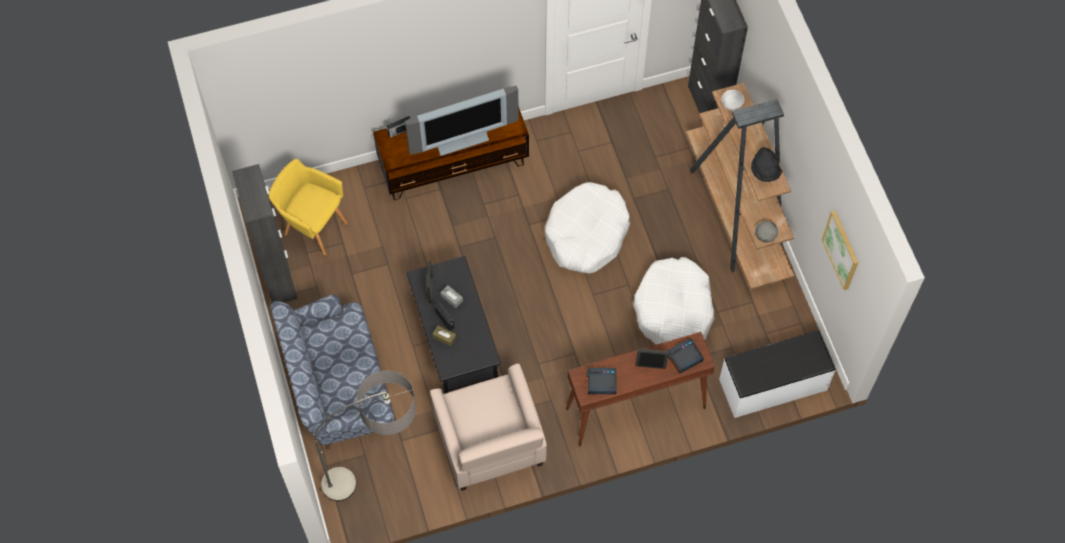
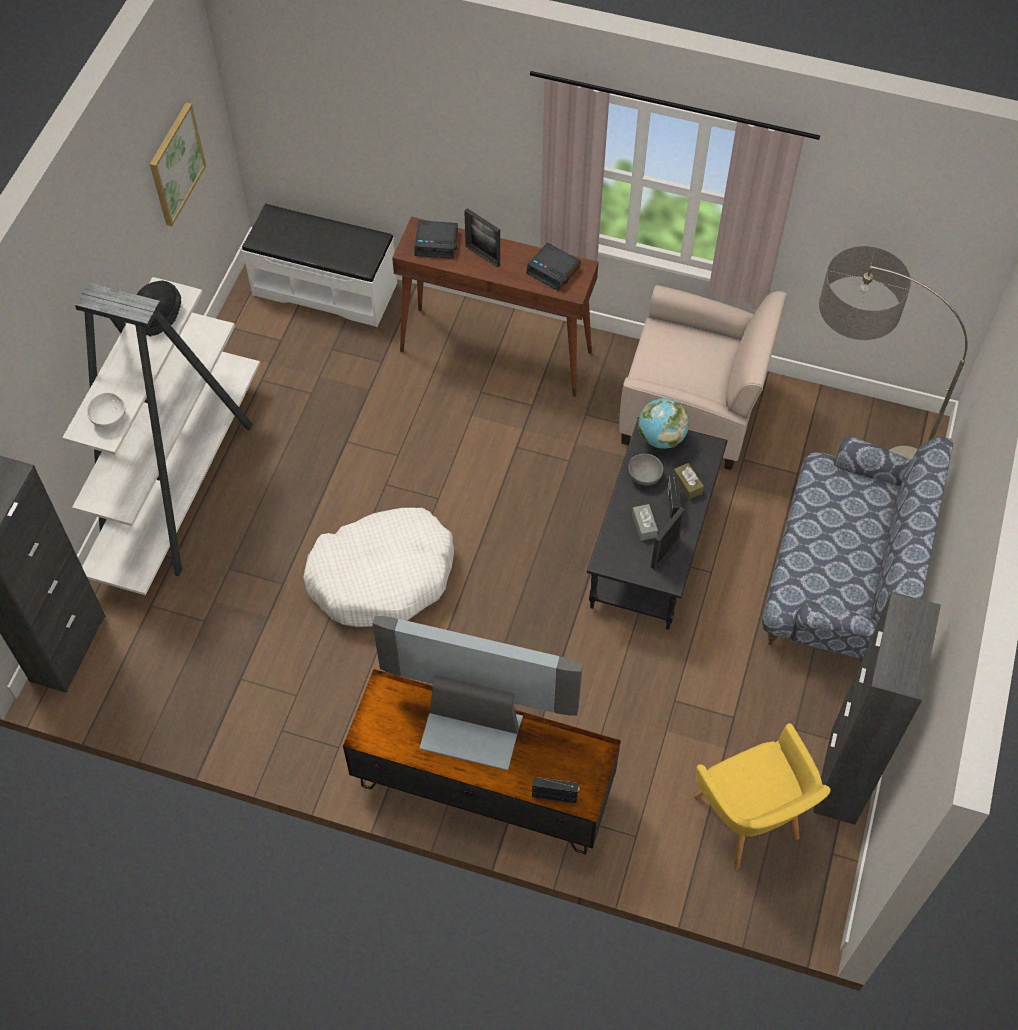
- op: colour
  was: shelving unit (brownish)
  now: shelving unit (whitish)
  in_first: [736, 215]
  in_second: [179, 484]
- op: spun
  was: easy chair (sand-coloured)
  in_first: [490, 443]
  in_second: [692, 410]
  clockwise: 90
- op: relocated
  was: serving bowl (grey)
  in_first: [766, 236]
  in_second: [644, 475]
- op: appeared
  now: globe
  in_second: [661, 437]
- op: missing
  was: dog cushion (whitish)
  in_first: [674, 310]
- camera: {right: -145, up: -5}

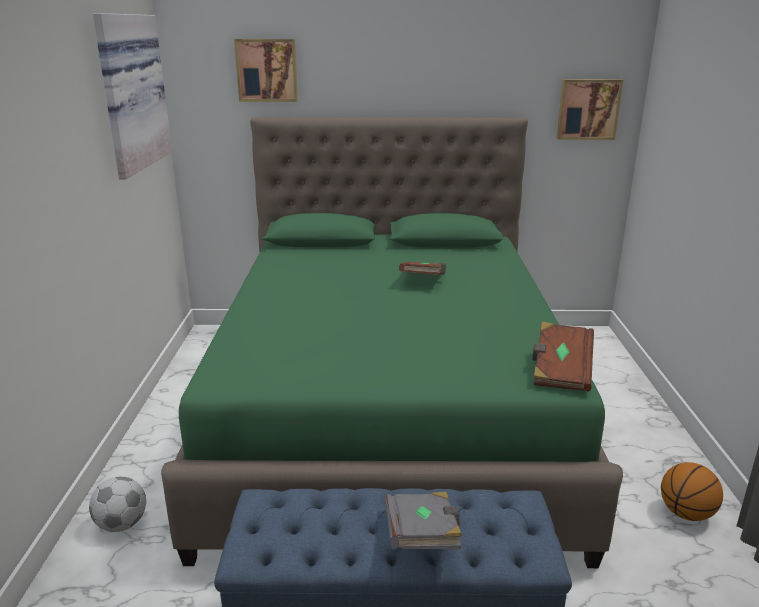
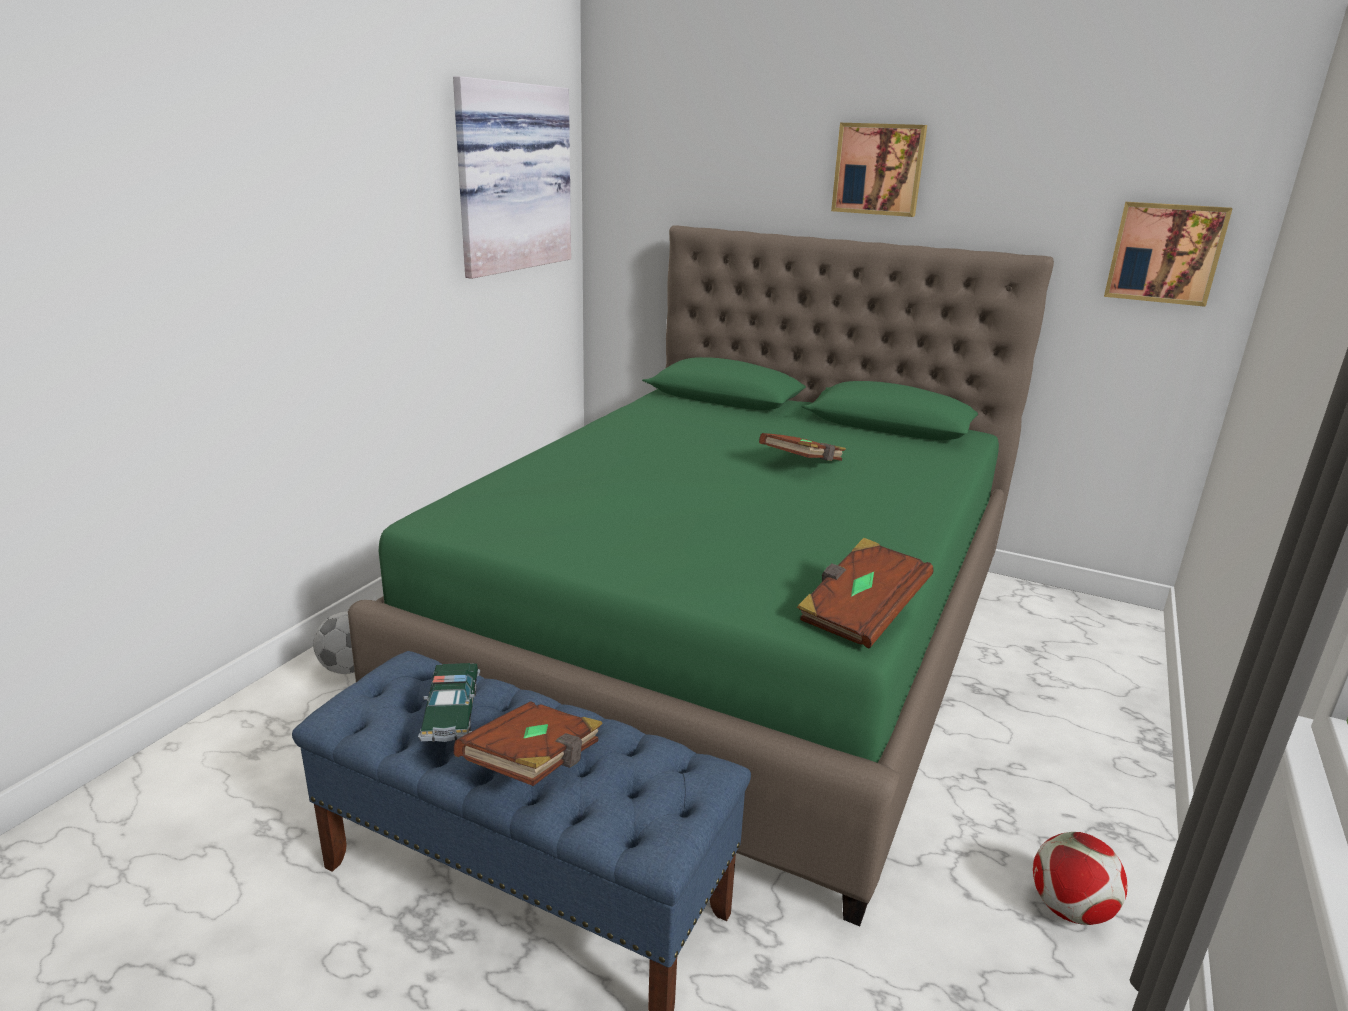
- op: appeared
  now: toy car
  in_second: [452, 712]
- op: colour
  was: volume (grey)
  now: volume (brownish)
  in_first: [422, 536]
  in_second: [535, 764]
- op: relocated
  was: wall picture
  in_first: [267, 70]
  in_second: [879, 169]
- op: exchanged
  was: basketball ball
  now: football ball
  in_first: [686, 513]
  in_second: [1070, 909]
- camera: {right: 25, up: 0}

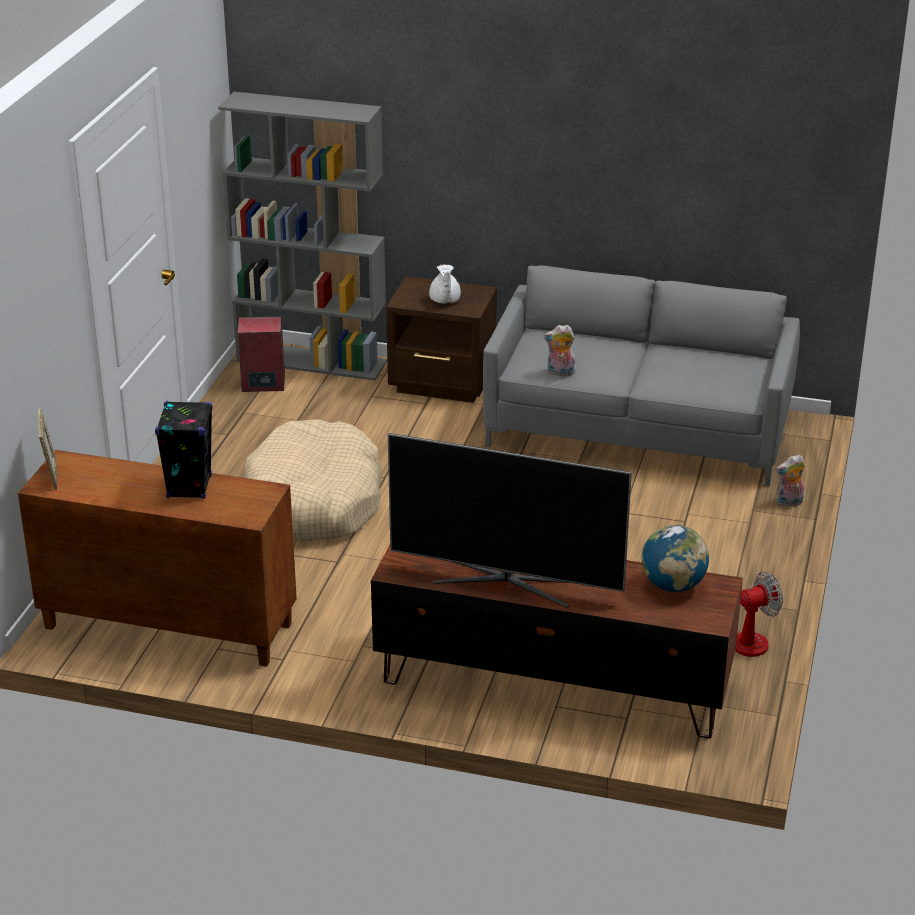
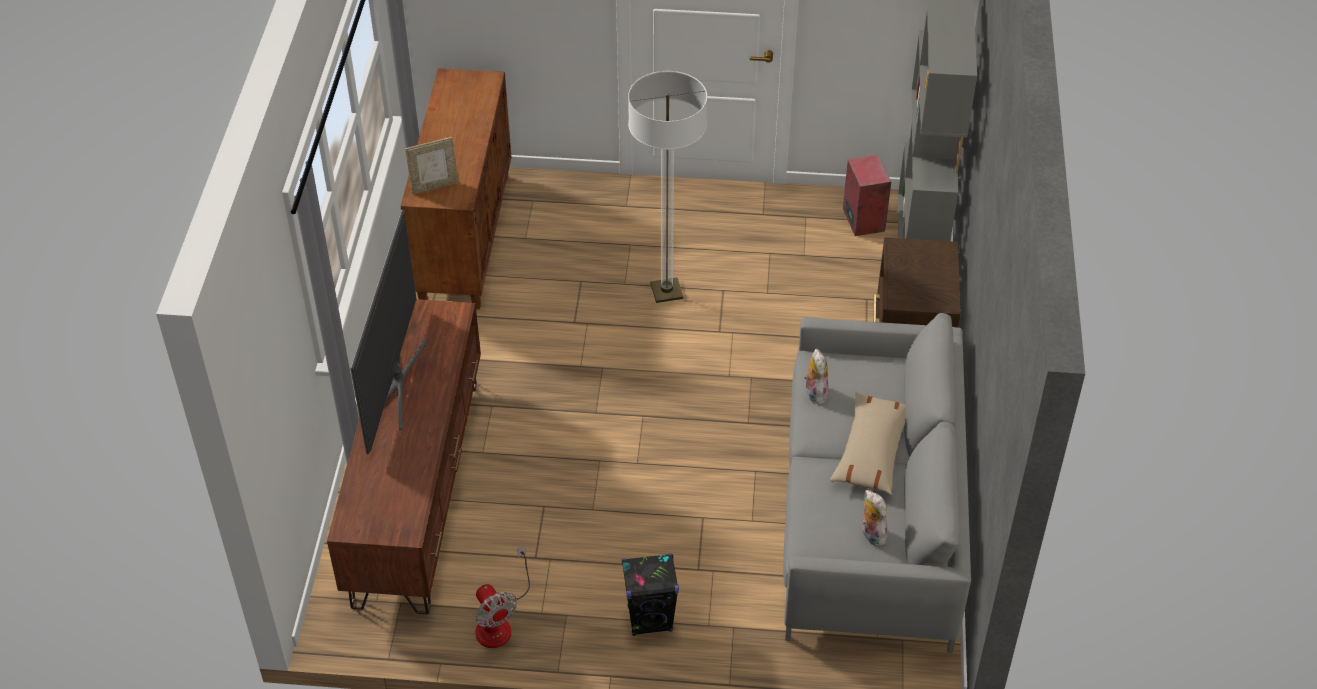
- op: relocated
  was: standing frame
  in_first: [51, 476]
  in_second: [434, 186]
- op: relocated
  was: loudspeaker (black)
  in_first: [189, 487]
  in_second: [650, 619]
- op: exchanged
  was: dog cushion (sand-coloured)
  now: standing lamp
  in_first: [315, 501]
  in_second: [666, 291]
- op: appeared
  now: throw pillow (sand-coloured)
  in_second: [871, 451]
- op: relocated
  was: cuddly toy
  in_first: [789, 503]
  in_second: [871, 534]
- op: missing
  was: tea pot (whitish)
  in_first: [444, 300]
- op: missing
  was: globe
  in_first: [673, 585]
- camera: {right: 80, up: 15}

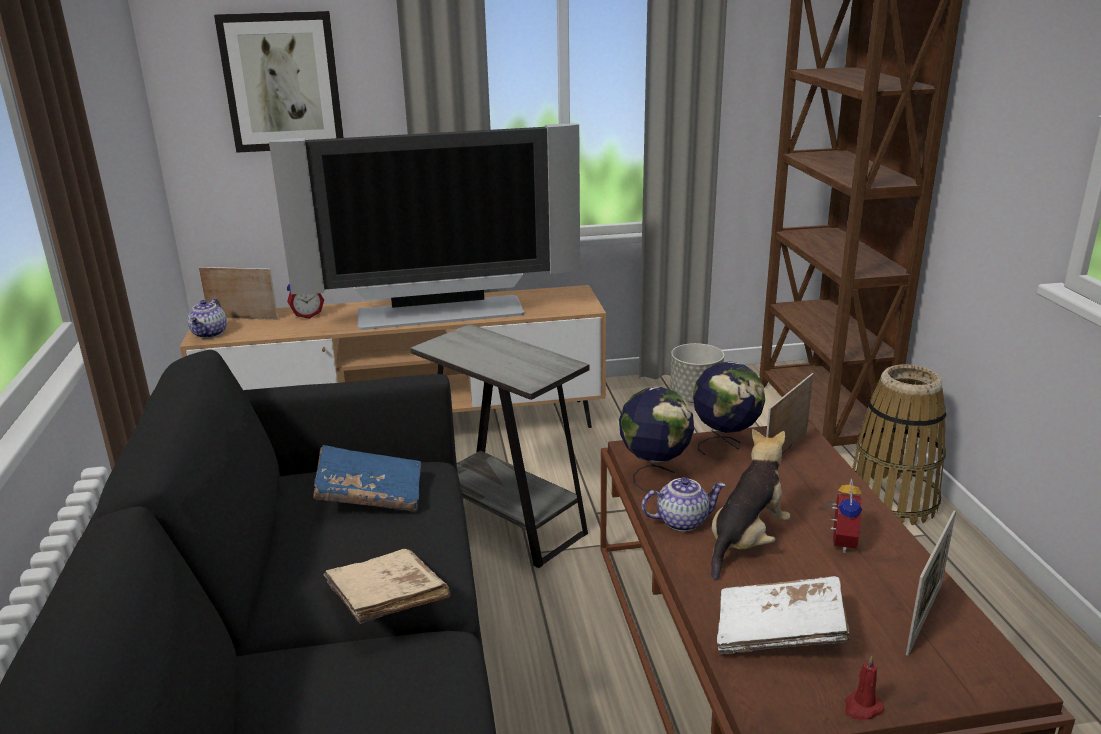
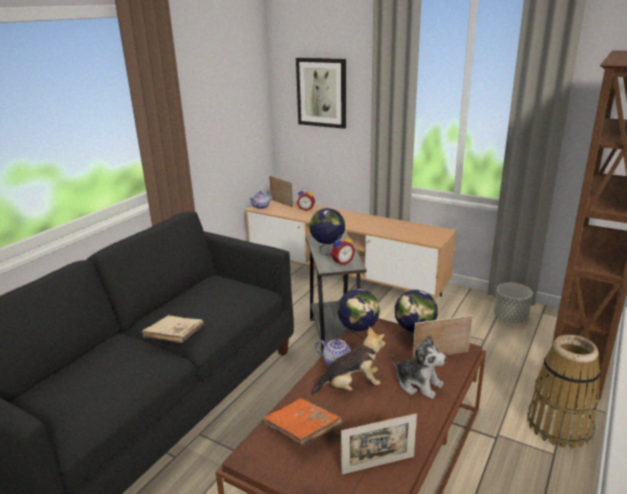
- op: colour
  was: volume (whitish)
  now: volume (orange-coloured)
  in_first: [779, 633]
  in_second: [302, 431]
- op: appeared
  now: globe
  in_second: [327, 251]
- op: relocated
  was: table clock
  in_first: [839, 542]
  in_second: [341, 262]
- op: appeared
  now: cuddly toy
  in_second: [418, 384]
- op: missing
  was: television
  in_first: [441, 314]
- op: missing
  was: volume (blue-coloured)
  in_first: [370, 495]
- op: missing
  was: wax light (reddish)
  in_first: [862, 708]
- camera: {right: 40, up: 0}

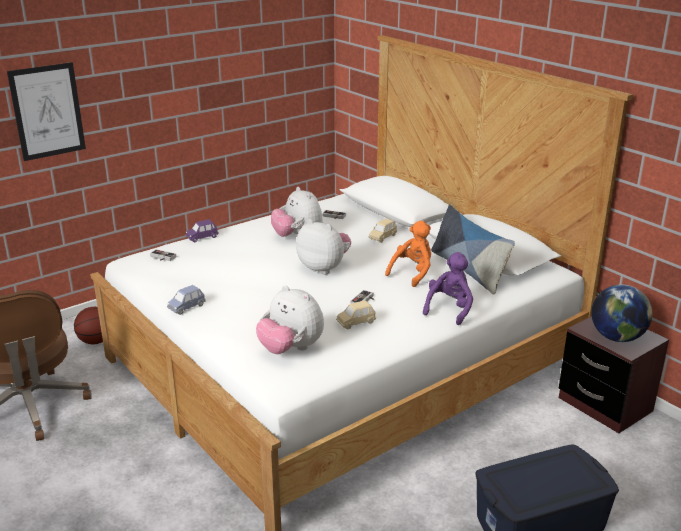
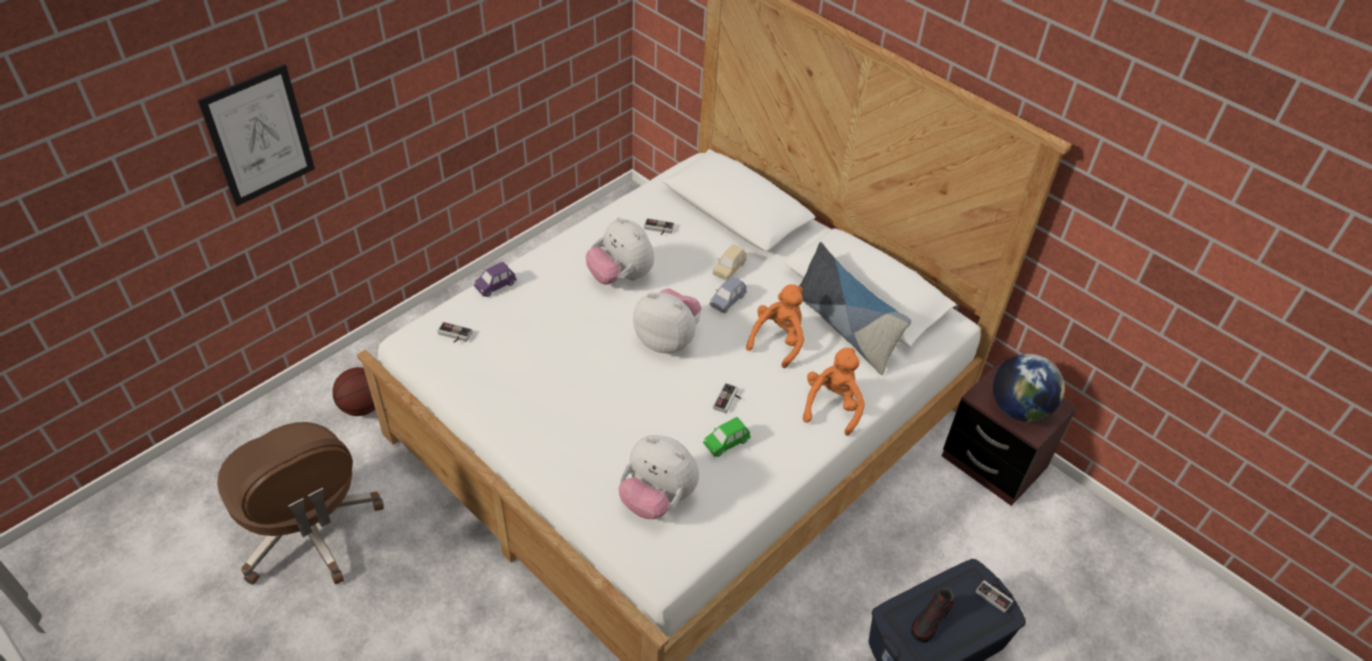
- op: colour
  was: toy car (sand-coloured)
  now: toy car (green-coloured)
  in_first: [356, 322]
  in_second: [726, 443]
- op: relocated
  was: toy car (blue-coloured)
  in_first: [186, 307]
  in_second: [727, 301]
- op: colour
  was: cuddly toy (purplish)
  now: cuddly toy (orange-coloured)
  in_first: [449, 309]
  in_second: [832, 406]
- op: appeared
  now: item of footwear
  in_second: [930, 621]
- op: appeared
  now: game controller
  in_second: [995, 595]
- camera: {right: -10, up: 20}

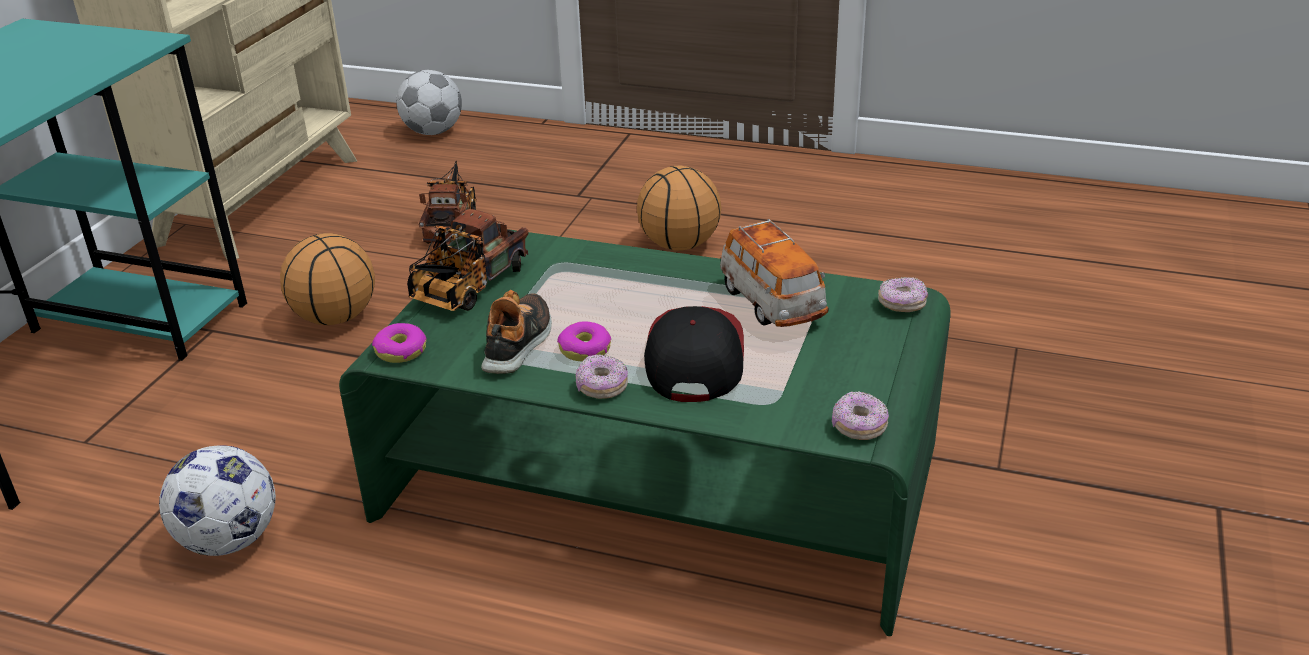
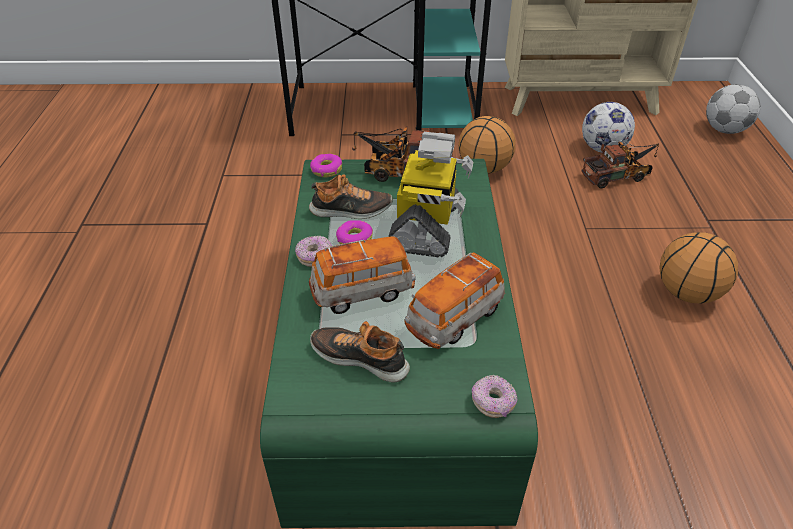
- op: exchanged
  was: cap
  now: toy car
  in_first: [693, 358]
  in_second: [363, 291]
- op: appeared
  now: item of footwear
  in_second: [360, 357]
- op: appeared
  now: robot figure
  in_second: [427, 226]
- op: relocated
  was: football ball
  in_first: [230, 541]
  in_second: [602, 149]
- op: missing
  was: doughnut
  in_first: [859, 427]
- camera: {right: 70, up: 10}

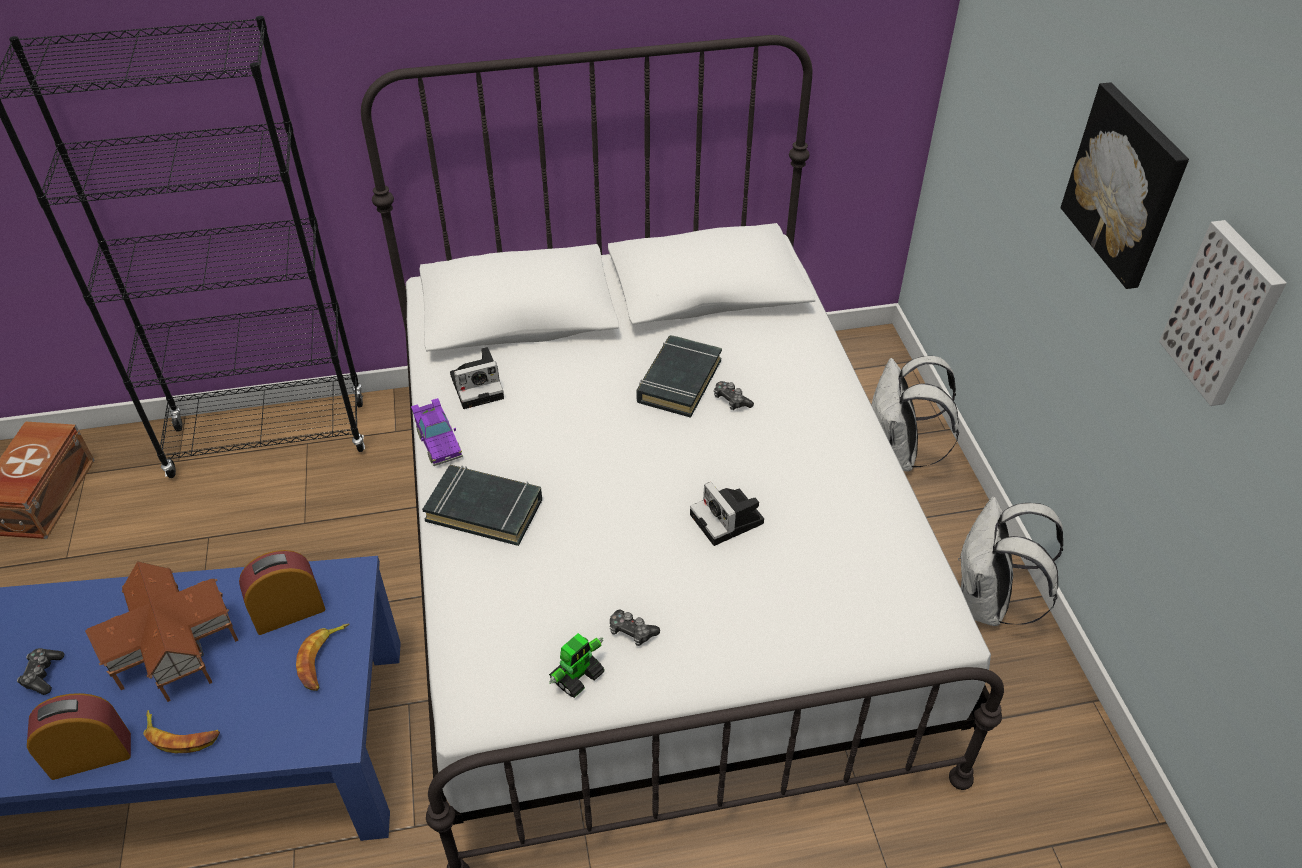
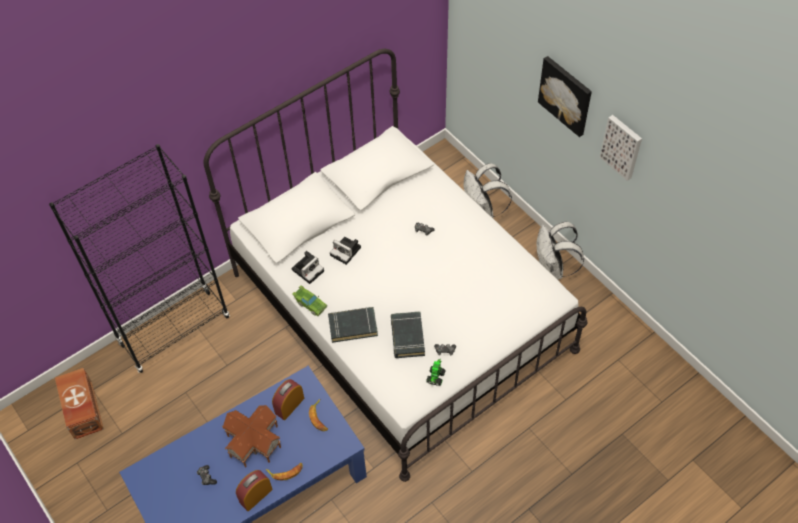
- op: colour
  was: toy car (purplish)
  now: toy car (green-coloured)
  in_first: [438, 442]
  in_second: [310, 304]
- op: relocated
  was: still camera
  in_first: [729, 520]
  in_second: [346, 251]
- op: relocated
  was: volume (black)
  in_first: [678, 381]
  in_second: [407, 337]
- camera: {right: -25, up: 10}

